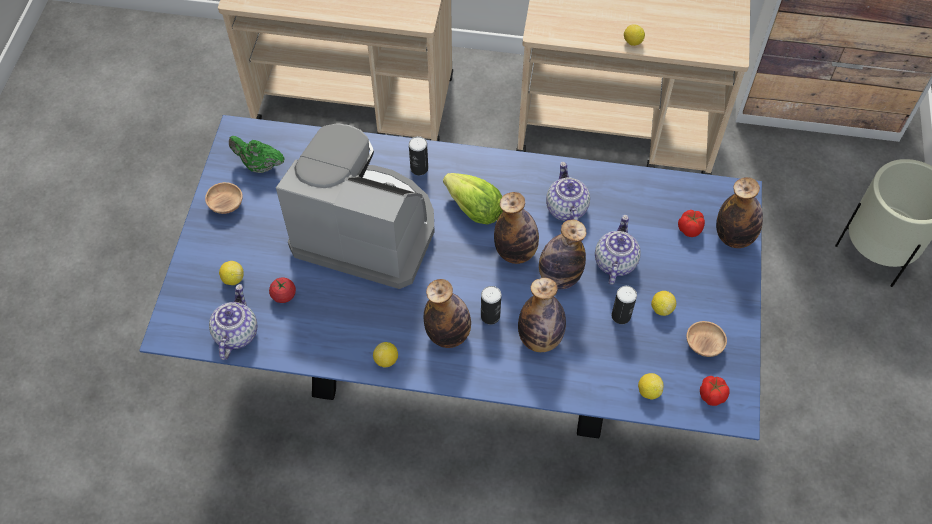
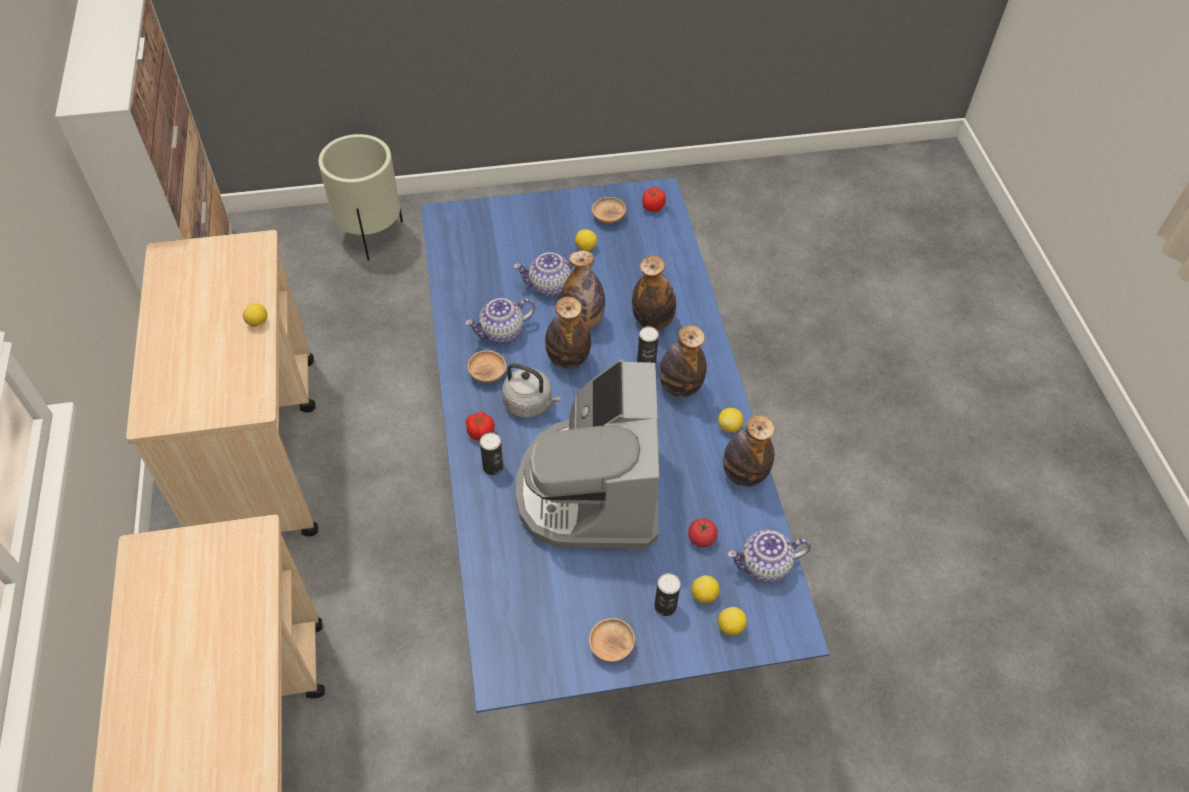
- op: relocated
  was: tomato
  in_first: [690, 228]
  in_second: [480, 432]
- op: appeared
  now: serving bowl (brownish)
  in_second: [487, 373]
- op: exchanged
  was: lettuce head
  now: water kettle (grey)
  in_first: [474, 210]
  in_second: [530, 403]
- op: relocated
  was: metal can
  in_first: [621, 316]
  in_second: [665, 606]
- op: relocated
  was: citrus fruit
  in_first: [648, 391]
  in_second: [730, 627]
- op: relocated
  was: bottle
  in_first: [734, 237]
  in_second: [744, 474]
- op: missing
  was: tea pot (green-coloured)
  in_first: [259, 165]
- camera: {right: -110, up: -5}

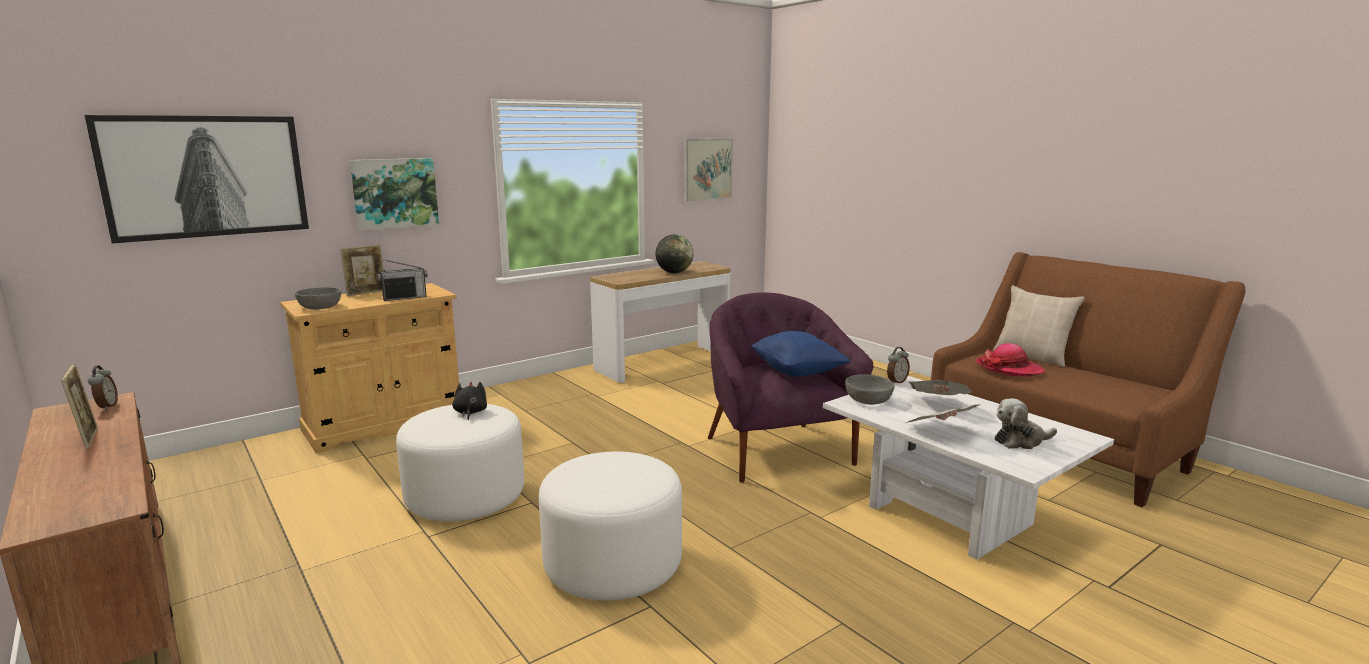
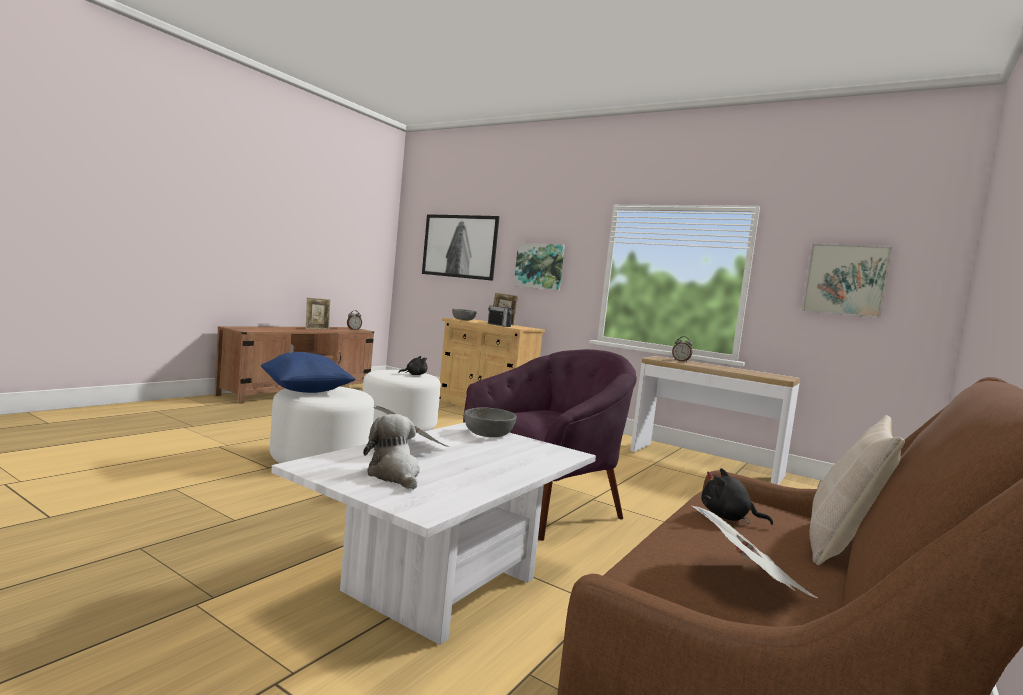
- op: relocated
  was: throw pillow (blue-coloured)
  in_first: [797, 372]
  in_second: [305, 391]
- op: relocated
  was: table clock
  in_first: [896, 382]
  in_second: [681, 361]
- op: relocated
  was: daily paper
  in_first: [938, 404]
  in_second: [747, 581]
- op: exchanged
  was: hat
  now: cuddly toy (black)
  in_first: [1009, 369]
  in_second: [728, 518]
- op: missing
  was: globe
  in_first: [674, 272]
- camera: {right: 70, up: -10}

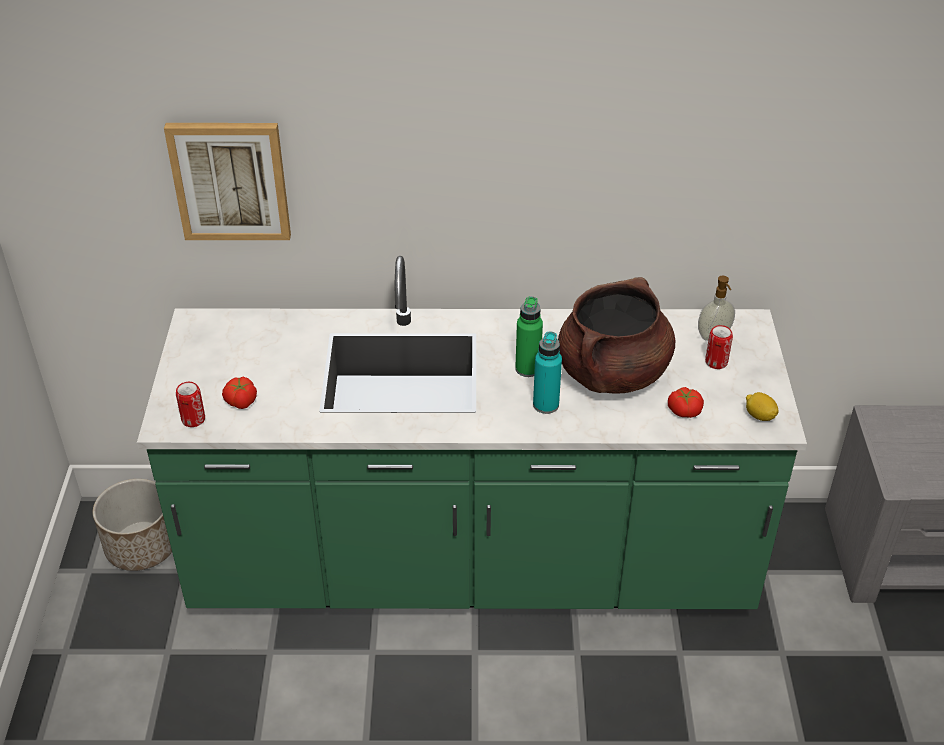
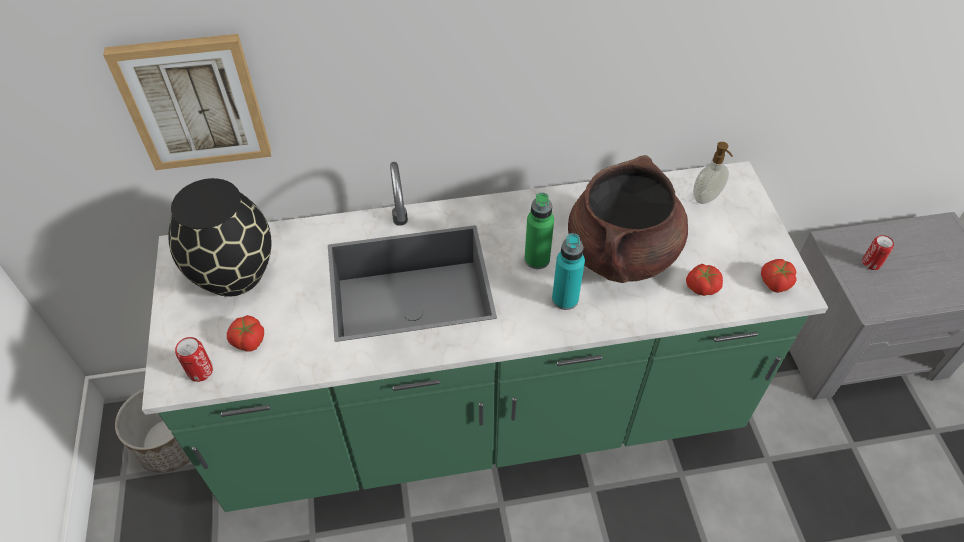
- op: appeared
  now: decorative vase (black)
  in_second: [233, 273]
- op: exchanged
  was: citrus fruit
  now: tomato
  in_first: [759, 416]
  in_second: [775, 282]
- op: relocated
  was: metal can
  in_first: [716, 362]
  in_second: [871, 263]
- camera: {right: -10, up: 10}

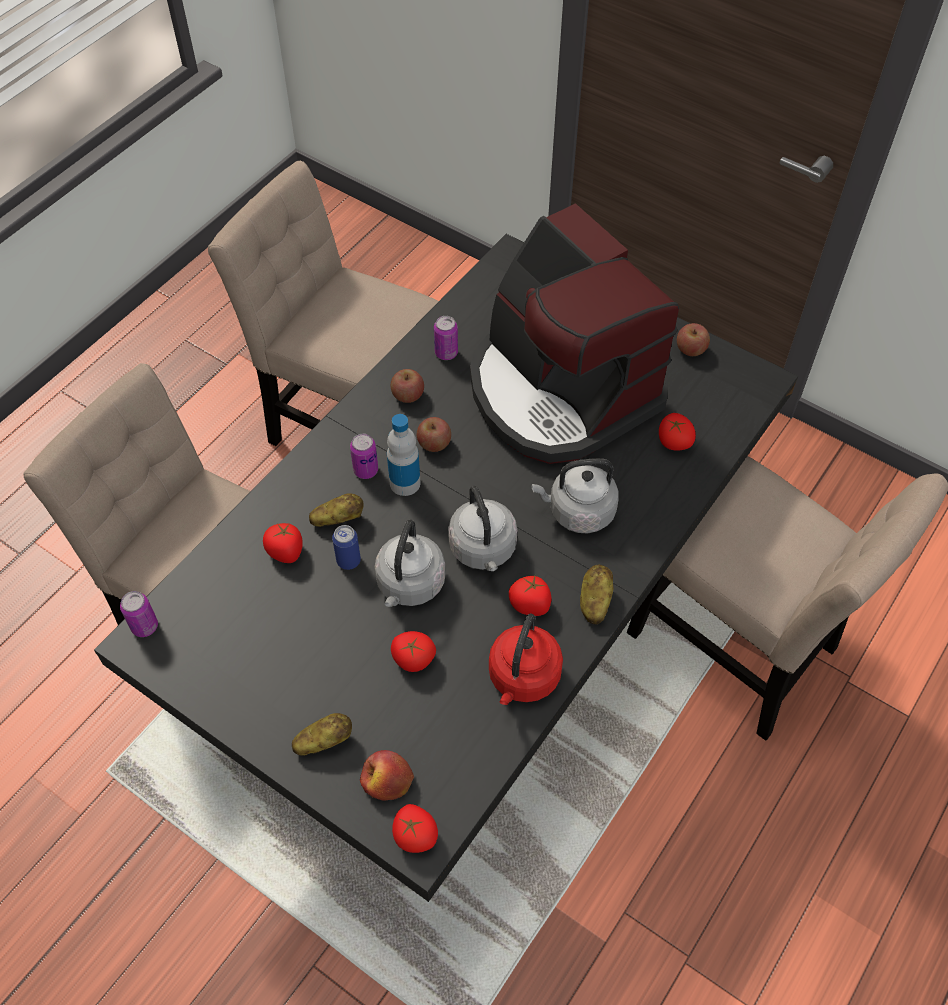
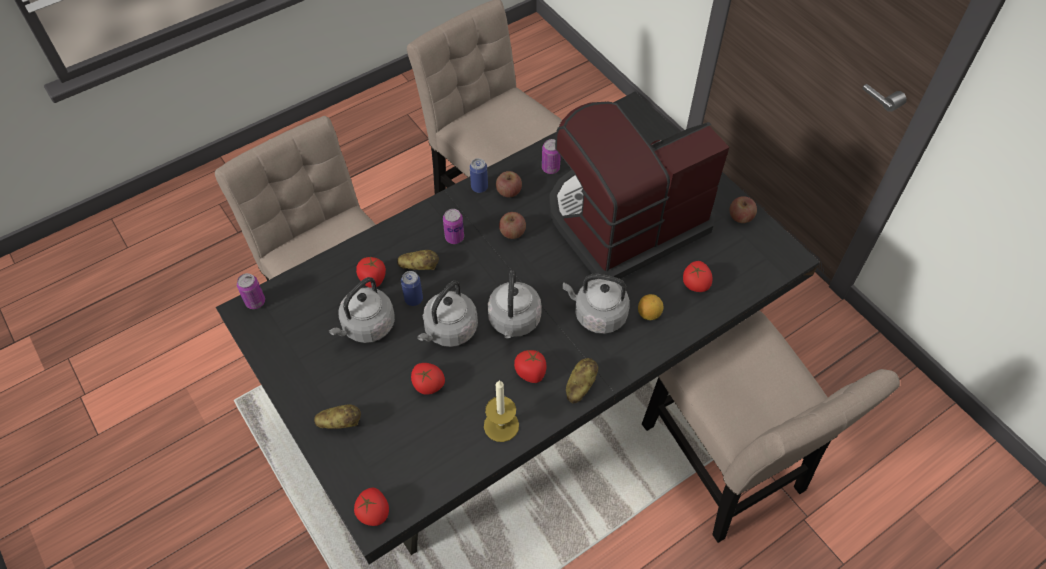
- op: appeared
  now: water kettle (grey)
  in_second: [366, 327]
- op: appeared
  now: metal can
  in_second: [479, 187]
- op: exchanged
  was: water kettle (reddish)
  now: wax light
  in_first: [523, 678]
  in_second: [501, 425]
- op: spun
  was: coffee machine
  in_first: [560, 391]
  in_second: [624, 220]
  clockwise: 75
- op: appeared
  now: citrus fruit
  in_second: [649, 314]
- op: missing
  was: apple fruit
  in_first: [387, 780]
- op: missing
  was: bottle
  in_first: [405, 483]
- camera: {right: 20, up: 0}

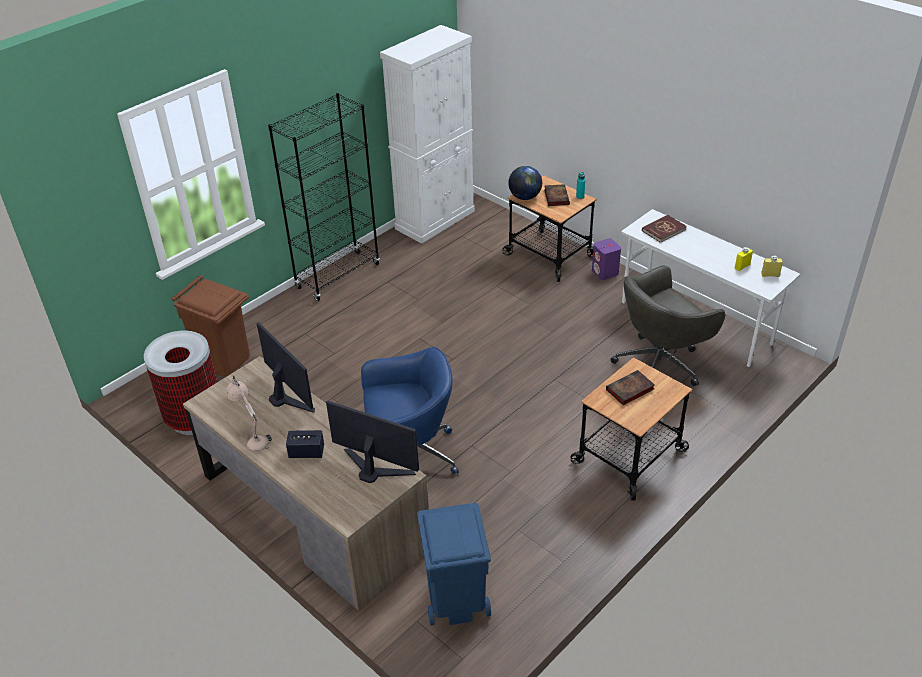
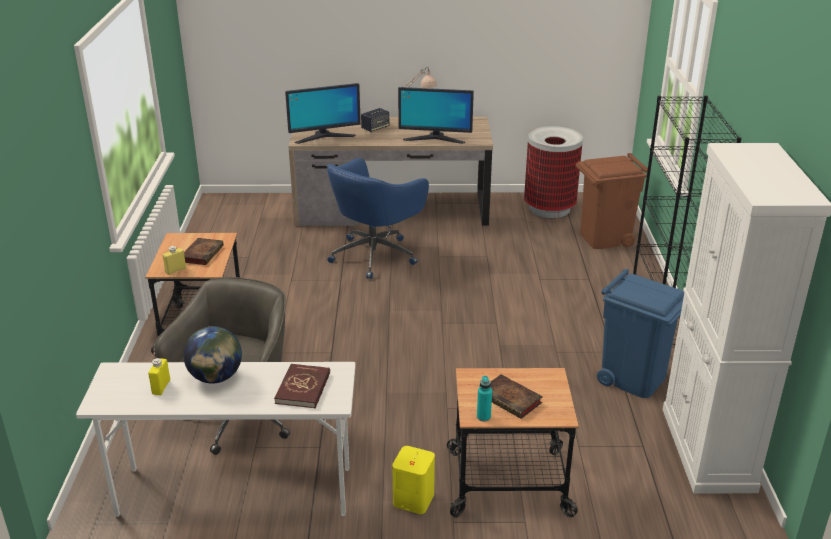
- op: relocated
  was: bottle (yellow-coloured)
  in_first: [770, 275]
  in_second: [175, 270]
- op: relocated
  was: globe
  in_first: [525, 197]
  in_second: [216, 377]
- op: colour
  was: loudspeaker (purplish)
  now: loudspeaker (yellow-coloured)
  in_first: [605, 272]
  in_second: [413, 499]
- op: relocated
  was: trash can (blue-coloured)
  in_first: [456, 600]
  in_second: [634, 378]
- camera: {right: 135, up: -10}

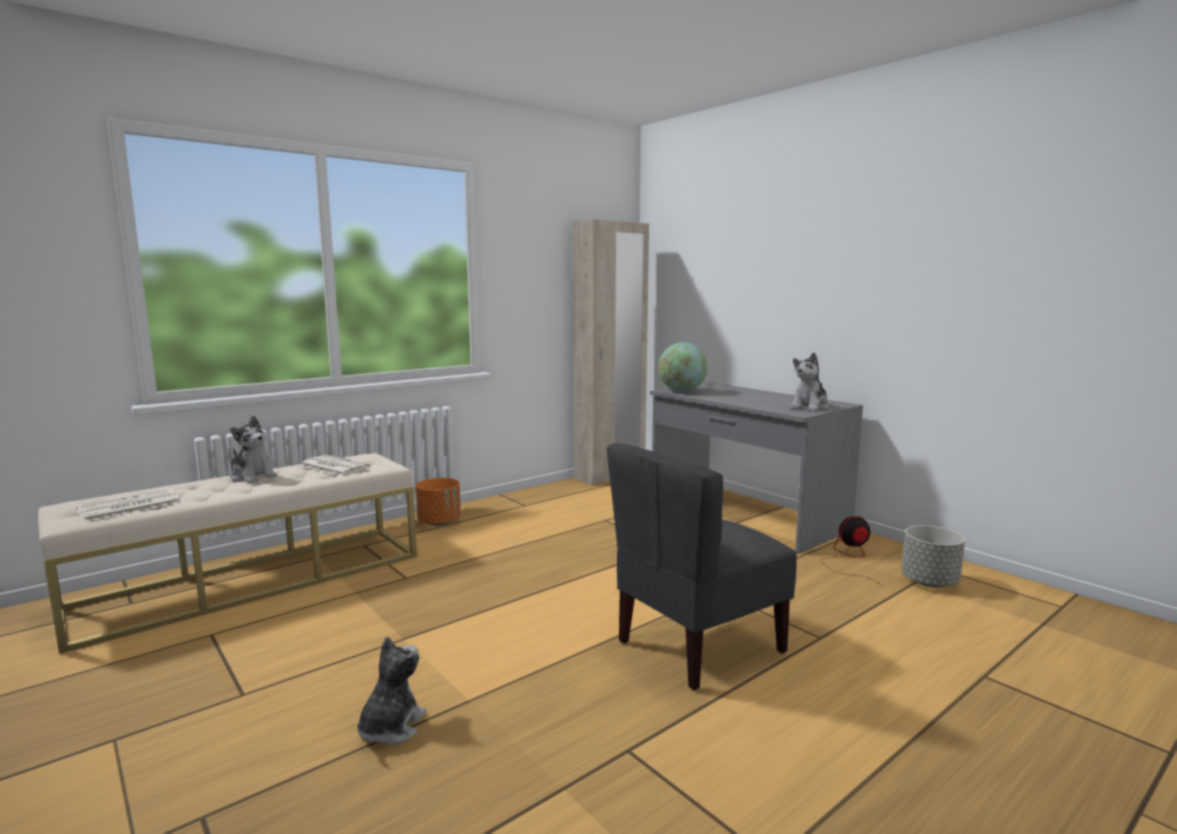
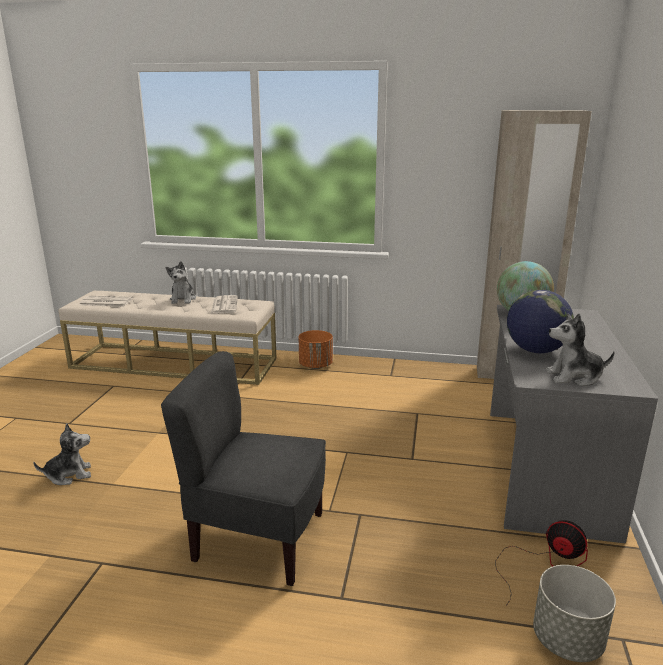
- op: appeared
  now: globe
  in_second: [535, 350]
- camera: {right: 50, up: 10}

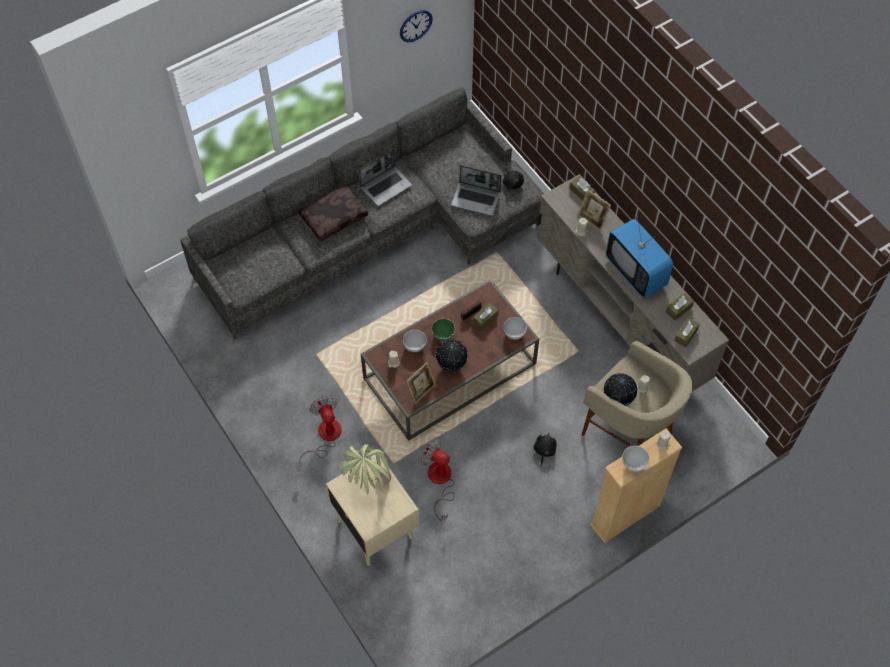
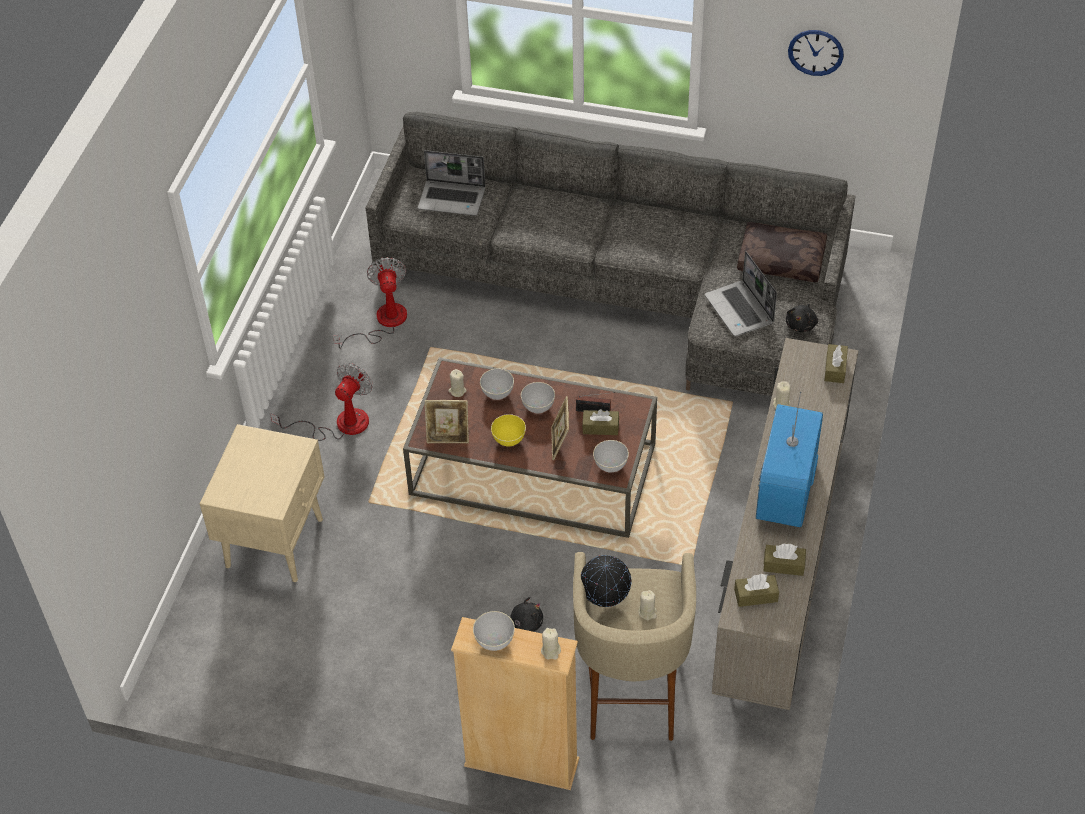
- op: relocated
  was: cooling fan
  in_first: [440, 481]
  in_second: [382, 322]
- op: relocated
  was: laptop
  in_first: [386, 186]
  in_second: [453, 198]
- op: exchanged
  was: globe
  now: serving bowl (yellow-coloured)
  in_first: [451, 365]
  in_second: [509, 439]
- op: colour
  was: serving bowl (green-coloured)
  now: serving bowl (grey)
  in_first: [443, 335]
  in_second: [538, 407]
- op: relocated
  was: standing frame
  in_first: [592, 219]
  in_second: [560, 443]
- op: relocated
  was: throw pillow (brownish)
  in_first: [333, 216]
  in_second: [782, 259]
- op: missing
  was: plant in a pot
  in_first: [369, 487]
- camera: {right: 50, up: -10}

